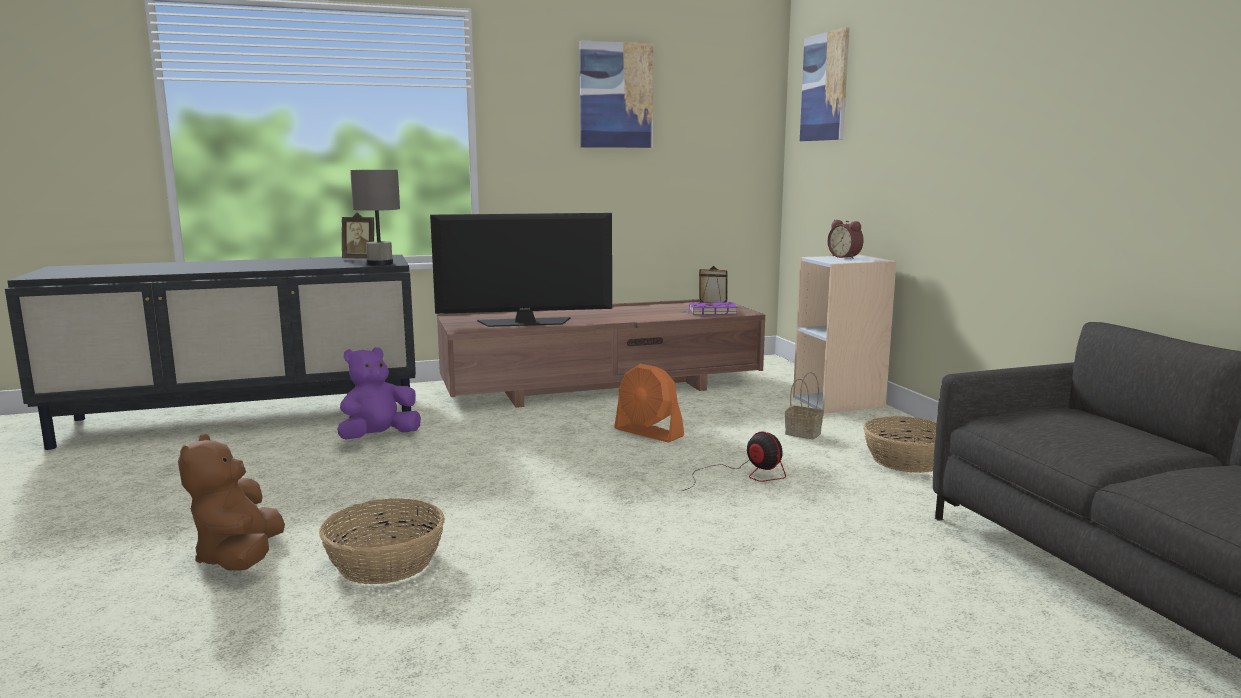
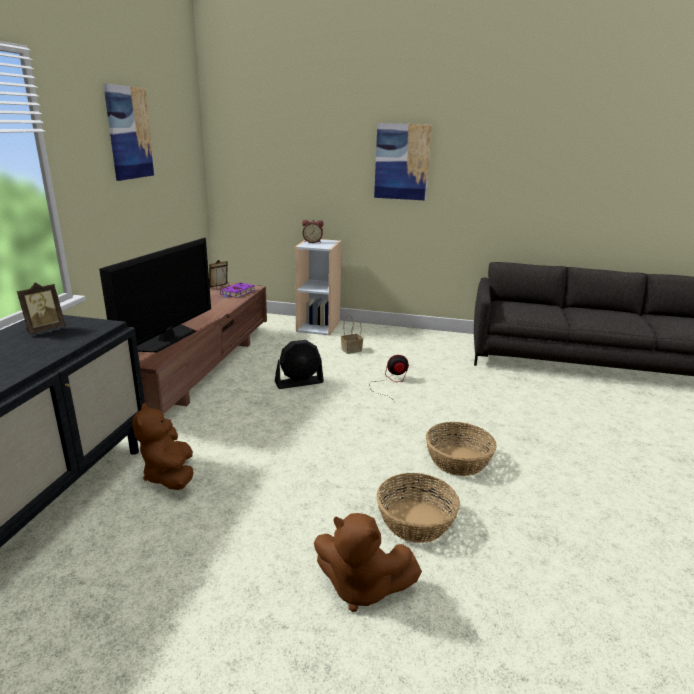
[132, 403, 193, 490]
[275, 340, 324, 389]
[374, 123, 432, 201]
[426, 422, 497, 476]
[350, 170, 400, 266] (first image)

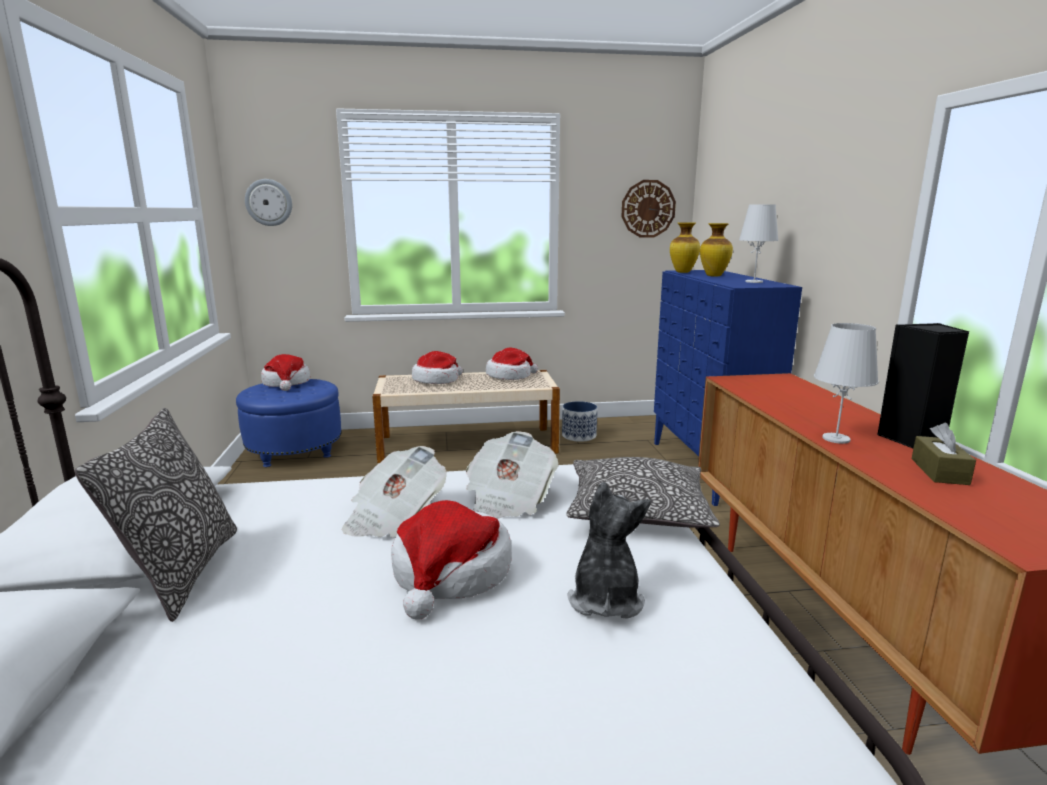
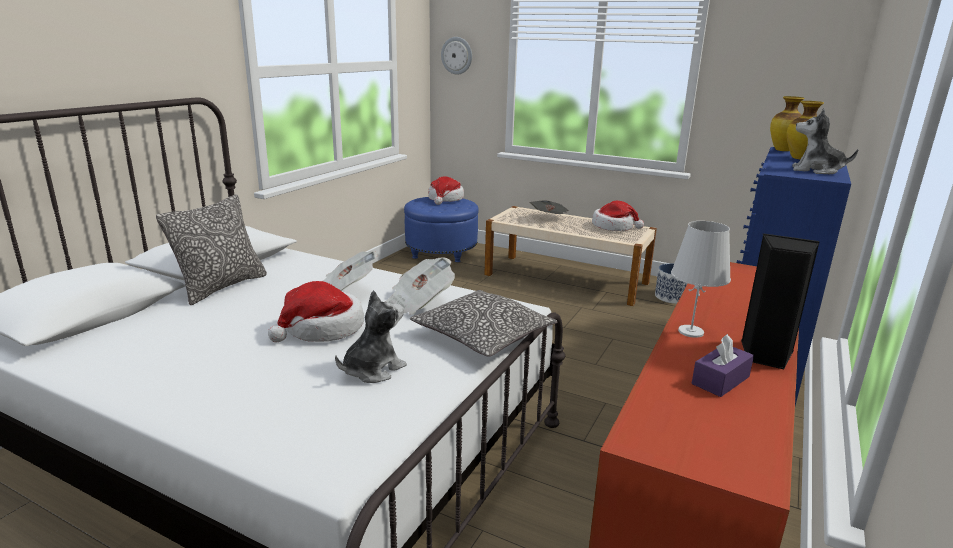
[529, 201, 568, 214]
[692, 334, 754, 397]
[792, 109, 858, 174]
[621, 180, 676, 238] (first image)

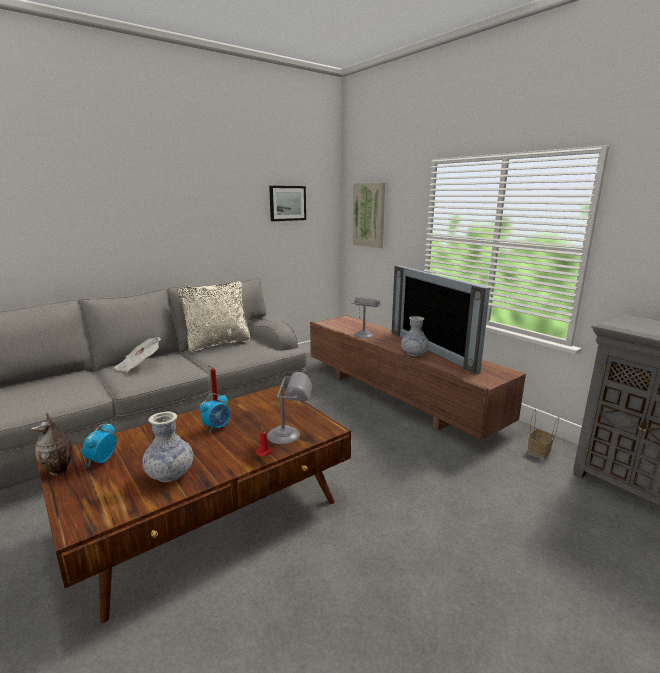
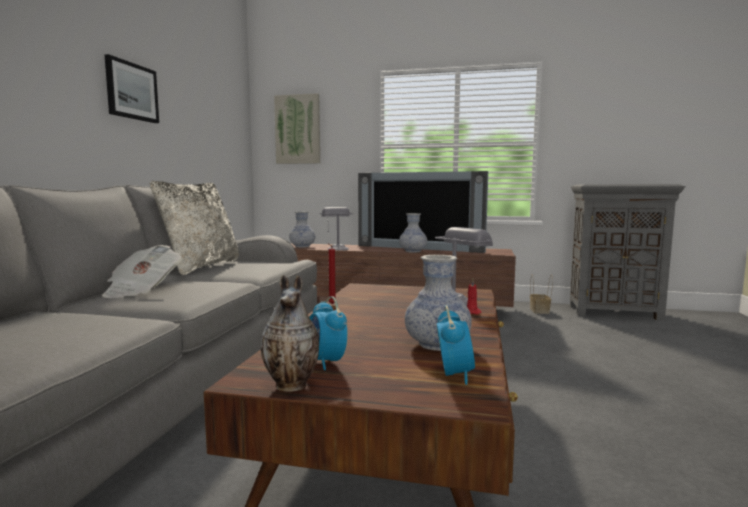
[105, 54, 159, 123]
[289, 211, 315, 248]
[437, 305, 475, 385]

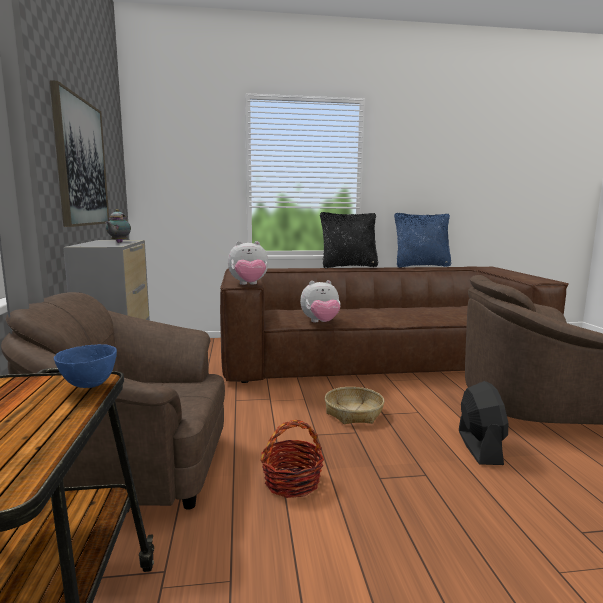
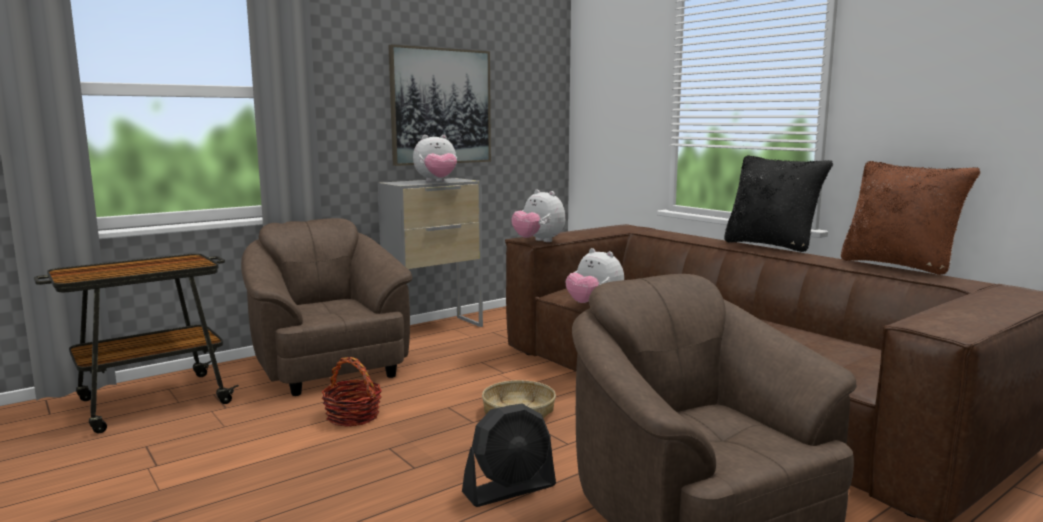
[413, 135, 457, 182]
[841, 161, 980, 276]
[54, 344, 117, 388] (first image)

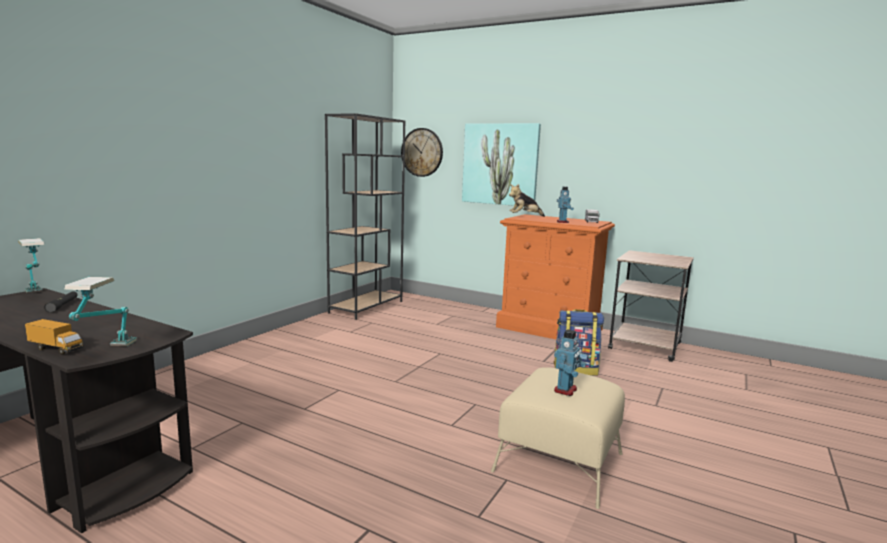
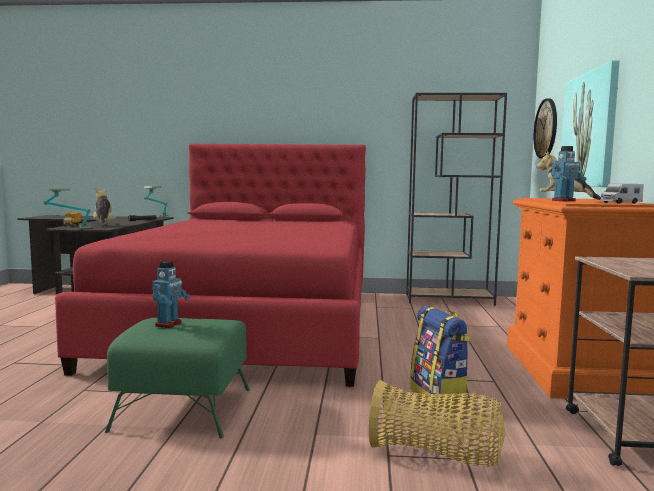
[55, 143, 366, 387]
[93, 188, 117, 228]
[105, 318, 250, 438]
[152, 261, 190, 328]
[369, 380, 506, 466]

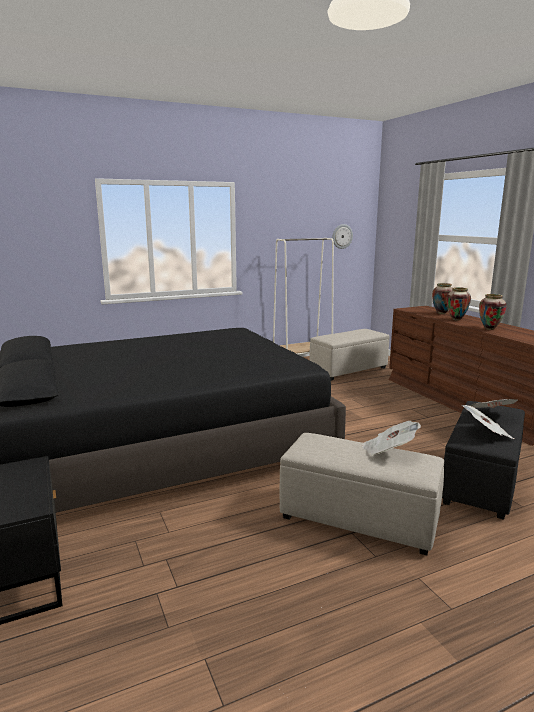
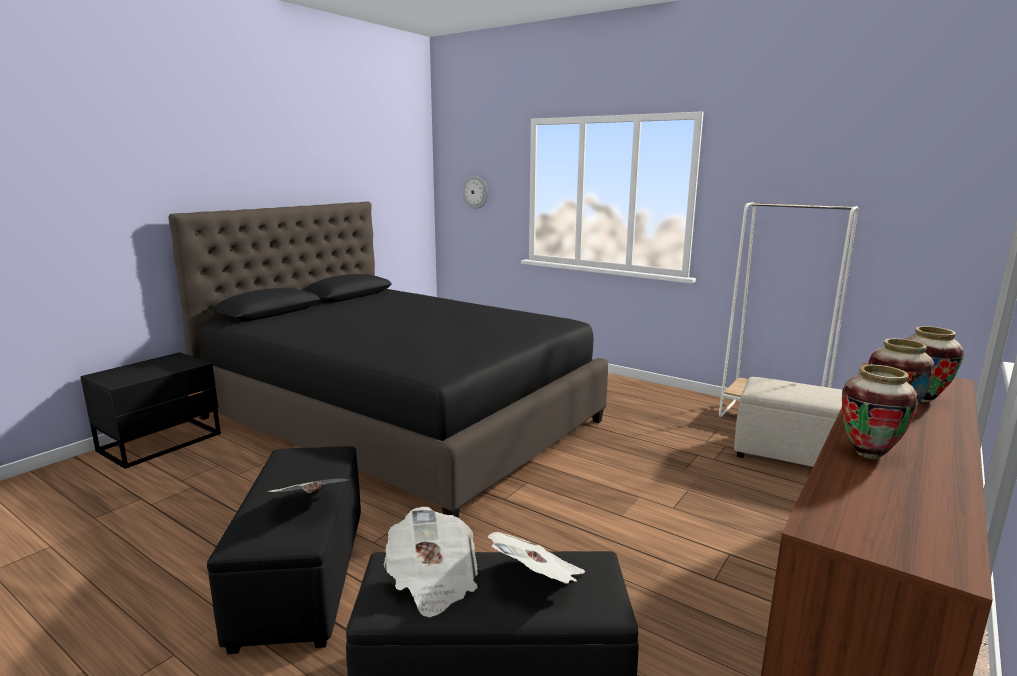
[207, 446, 361, 654]
[463, 176, 488, 209]

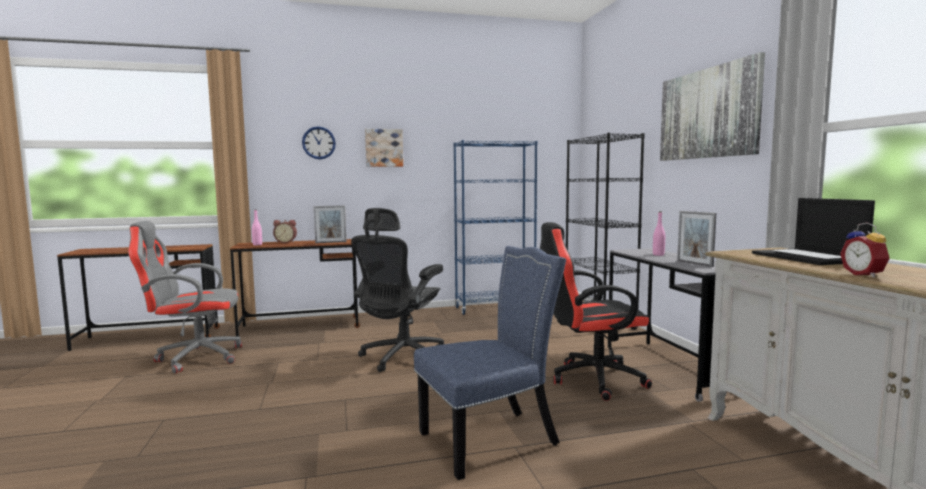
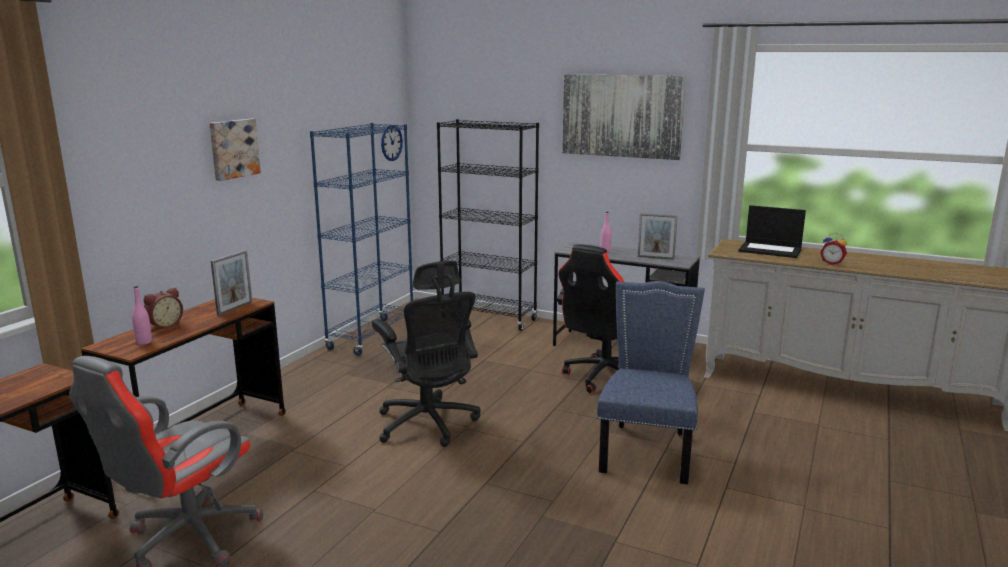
[381, 125, 403, 161]

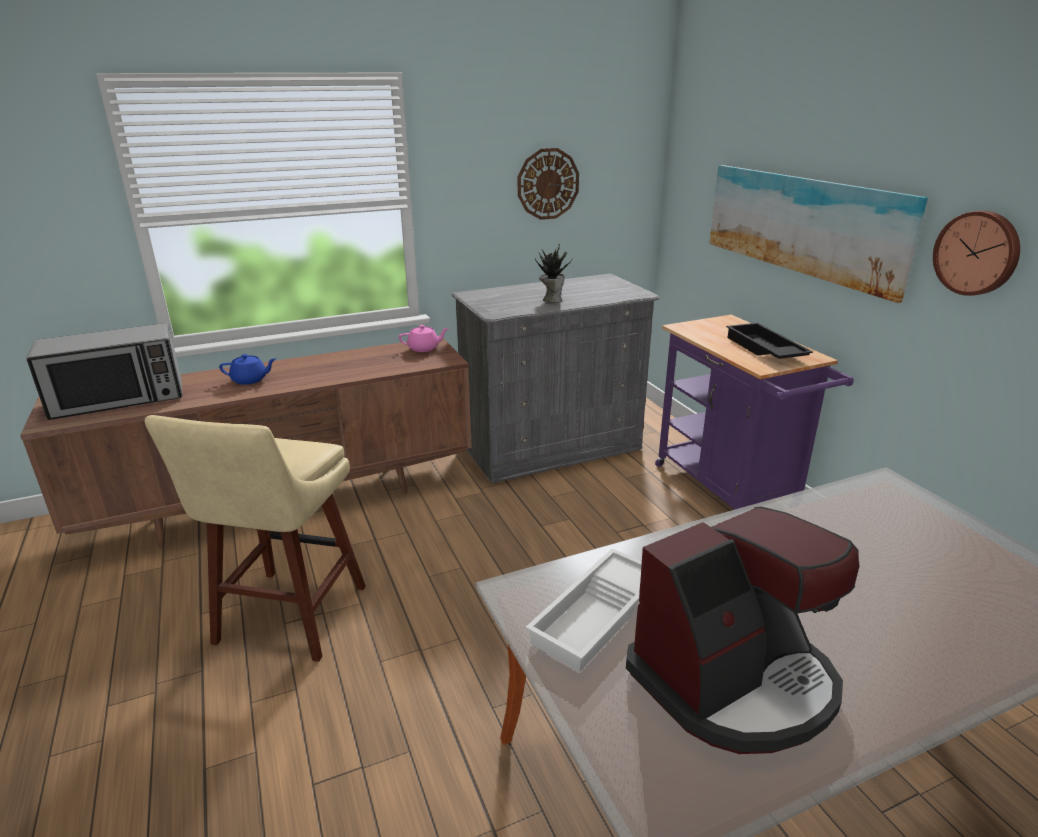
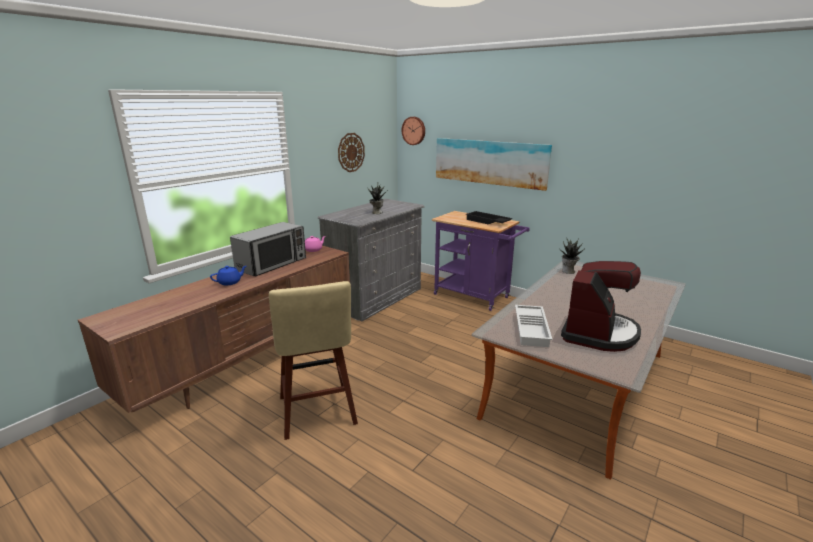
[230, 222, 306, 276]
[401, 117, 425, 145]
[561, 239, 583, 274]

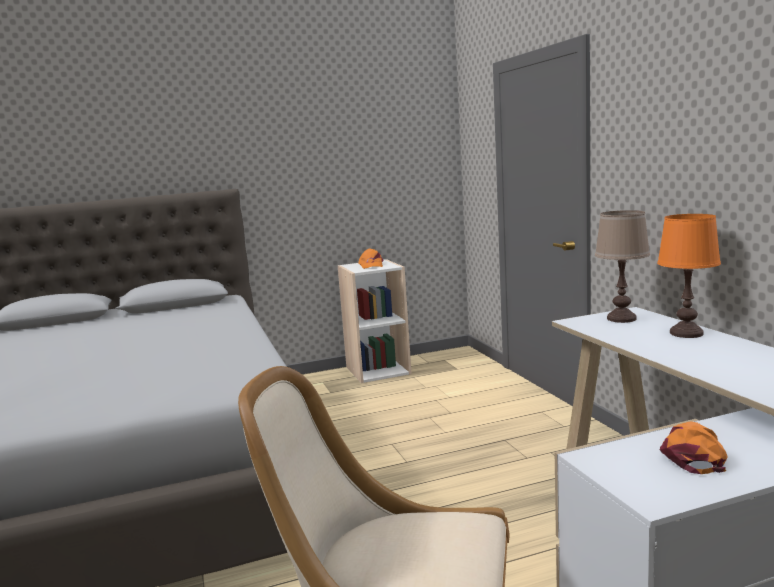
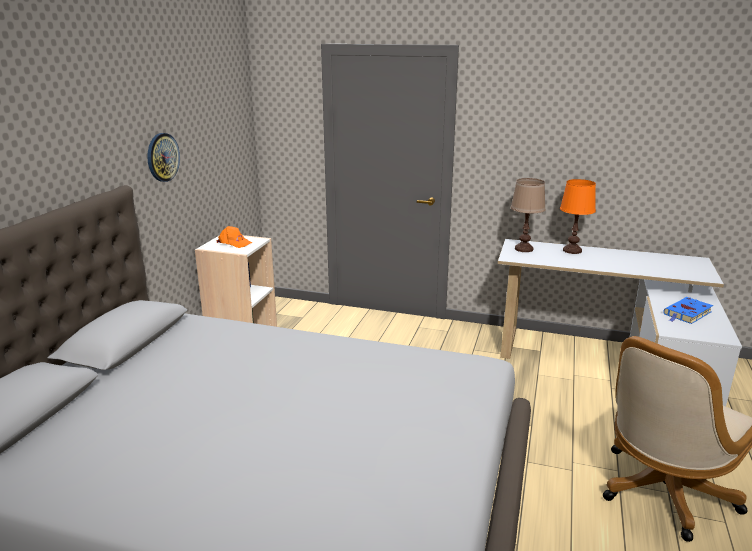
[147, 133, 180, 182]
[663, 297, 713, 324]

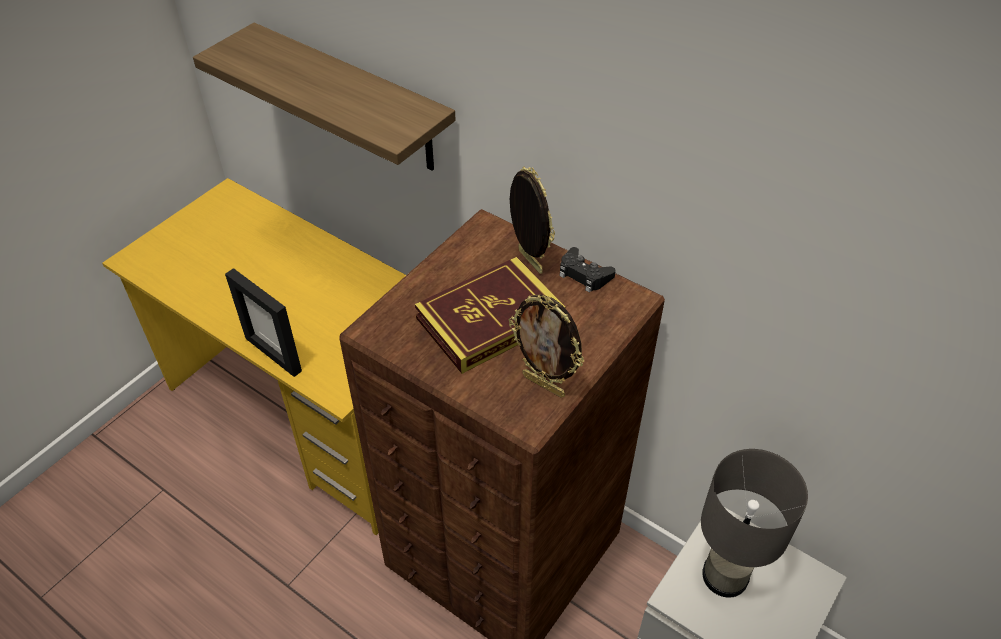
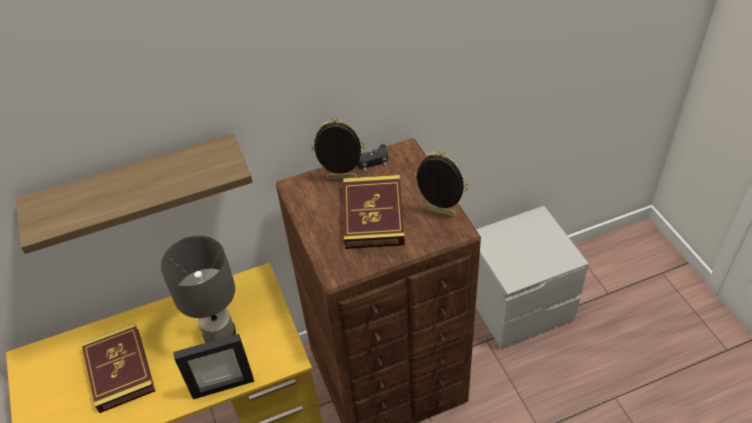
[82, 324, 155, 413]
[161, 236, 236, 343]
[414, 151, 468, 217]

